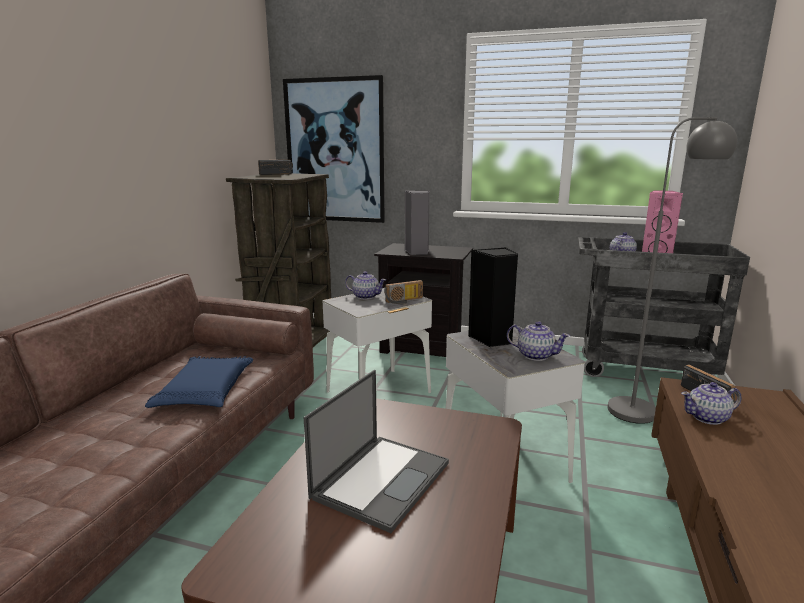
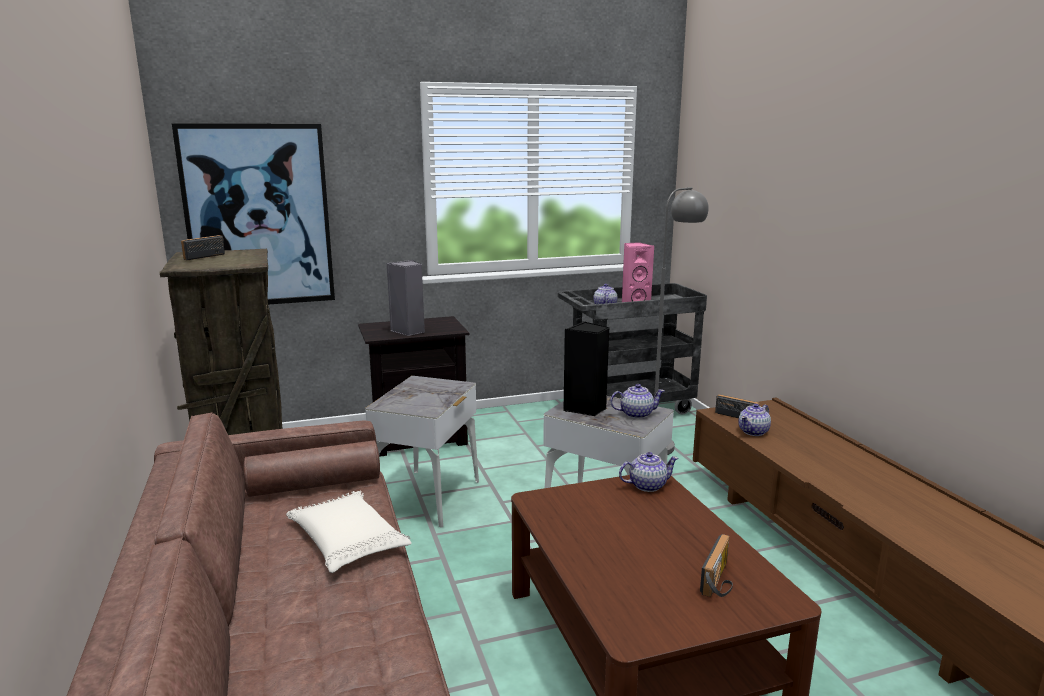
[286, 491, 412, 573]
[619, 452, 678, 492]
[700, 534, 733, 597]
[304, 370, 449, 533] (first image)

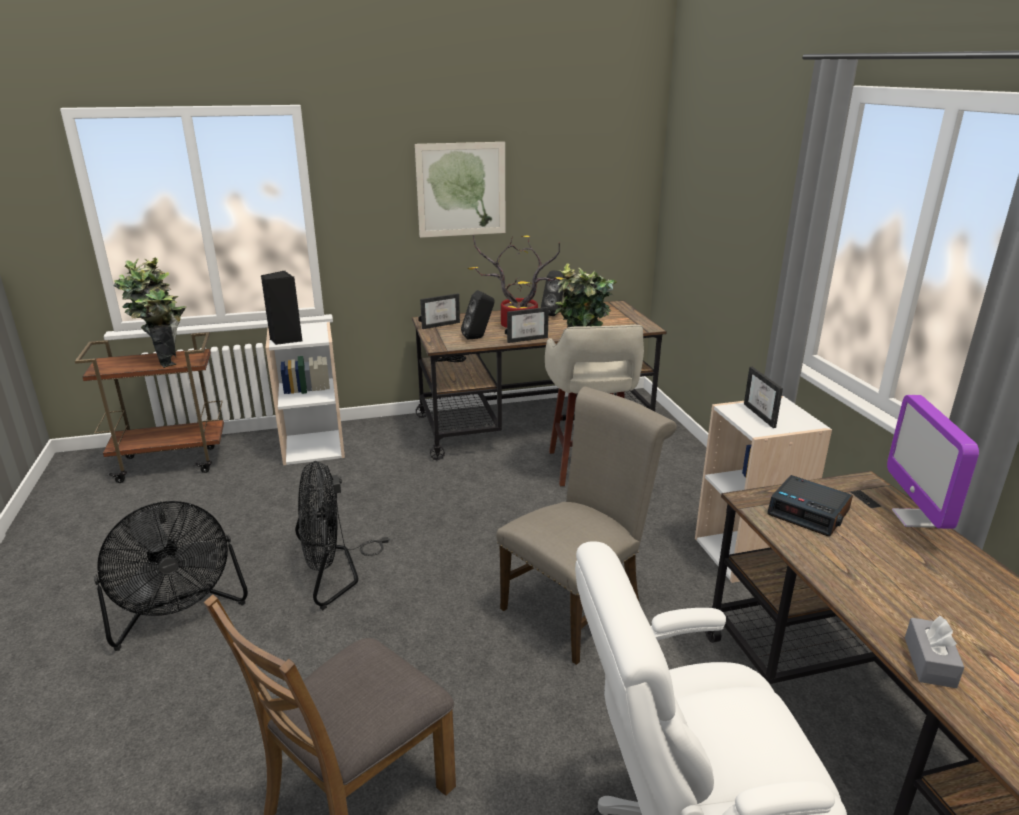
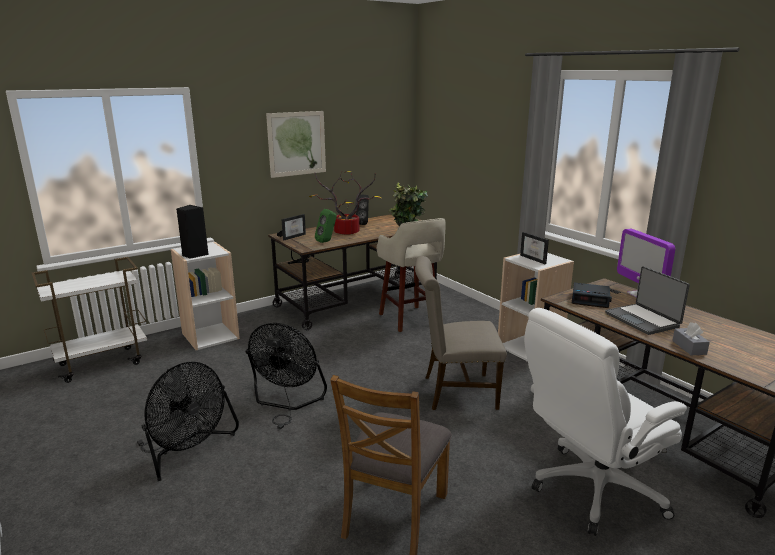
[32, 257, 147, 383]
[245, 323, 327, 430]
[315, 209, 337, 243]
[415, 256, 507, 410]
[605, 266, 690, 335]
[113, 257, 186, 368] (first image)
[505, 307, 549, 343] (first image)

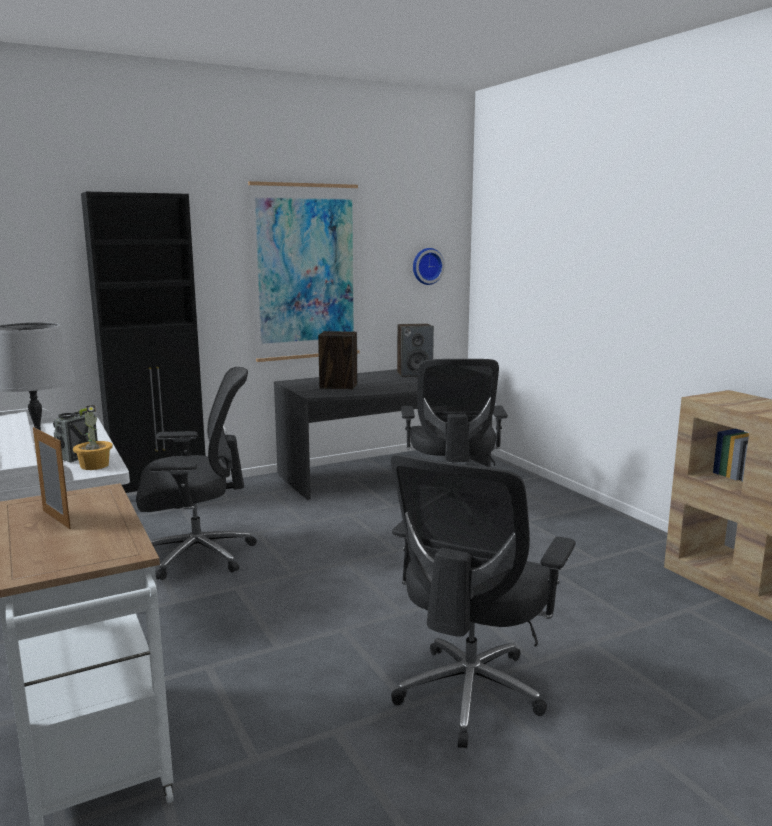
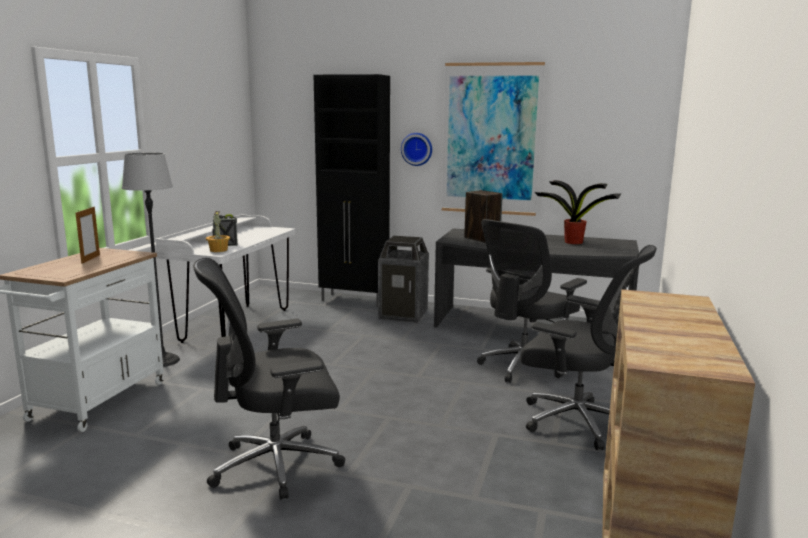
[378, 236, 429, 322]
[401, 133, 432, 166]
[521, 245, 657, 450]
[535, 180, 622, 244]

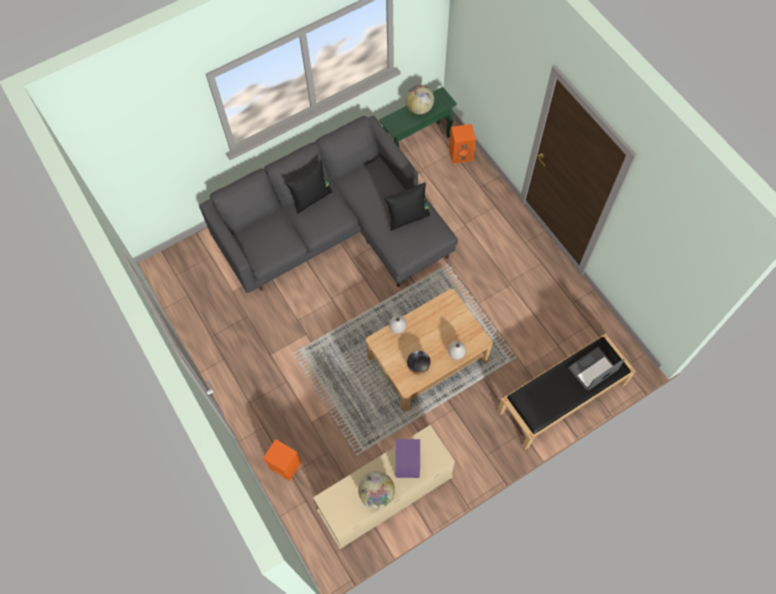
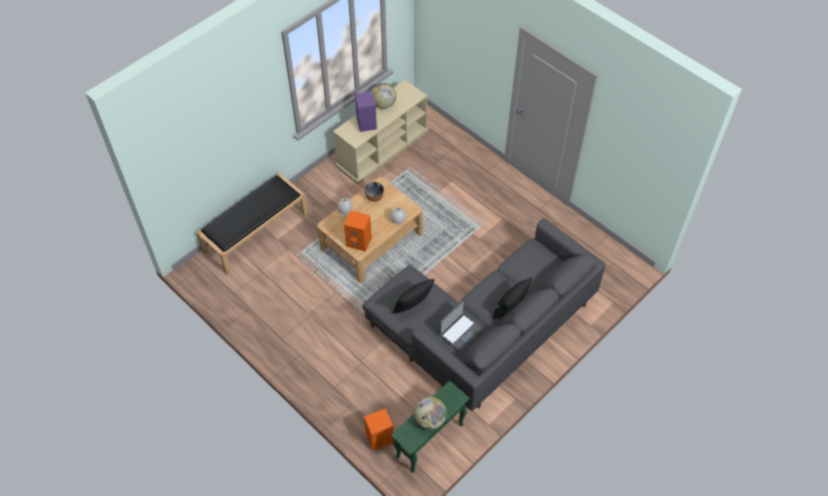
[344, 210, 372, 252]
[439, 299, 483, 352]

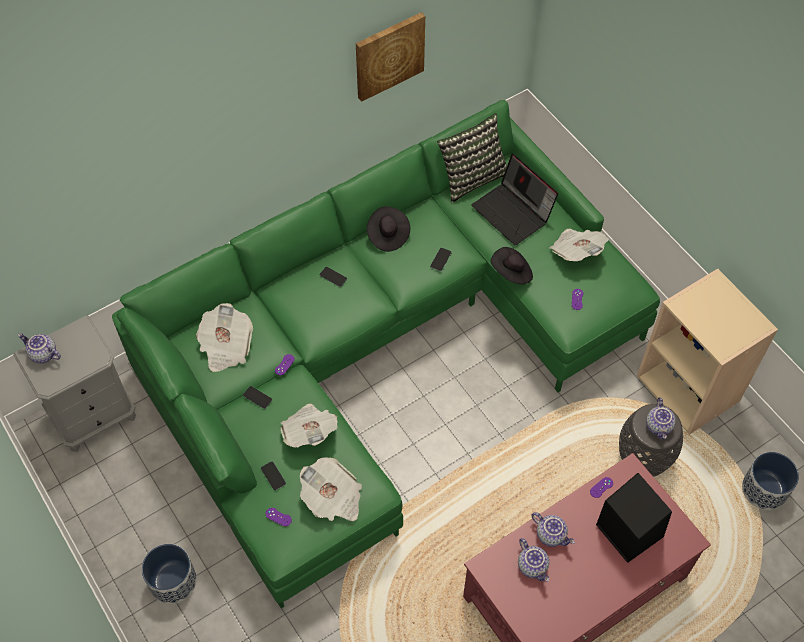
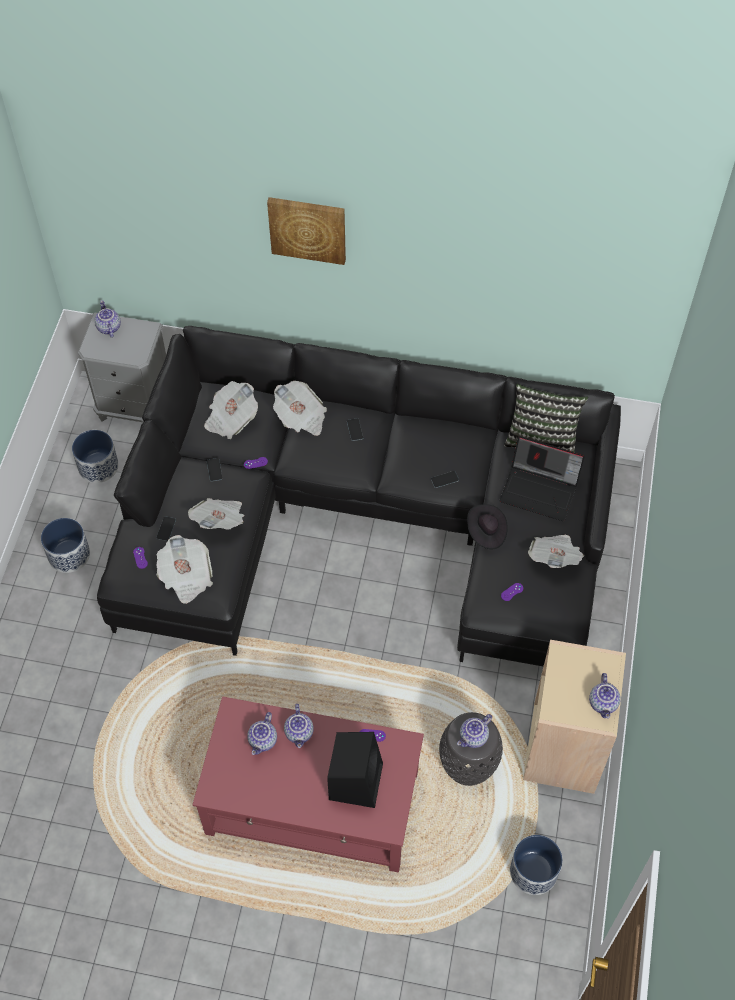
[72, 430, 119, 483]
[97, 326, 621, 666]
[267, 197, 346, 265]
[273, 381, 327, 436]
[499, 436, 585, 521]
[589, 673, 621, 719]
[367, 206, 410, 252] (first image)

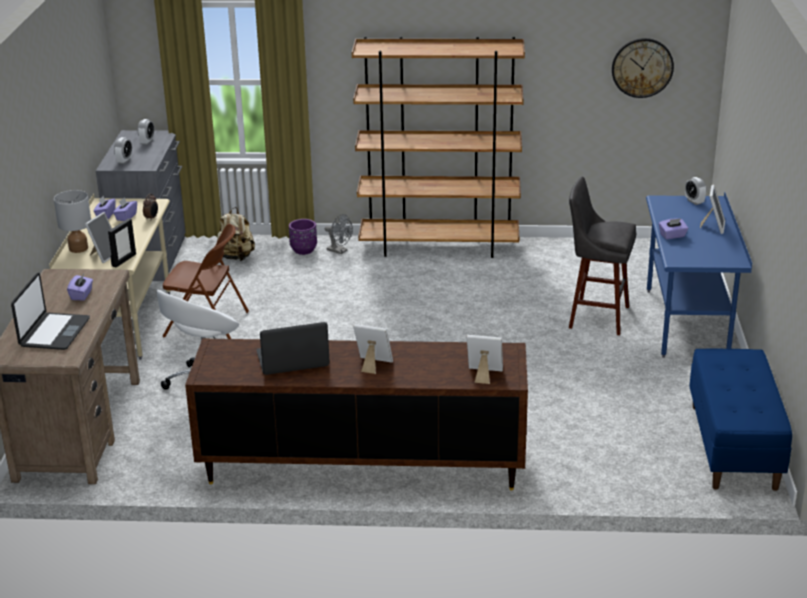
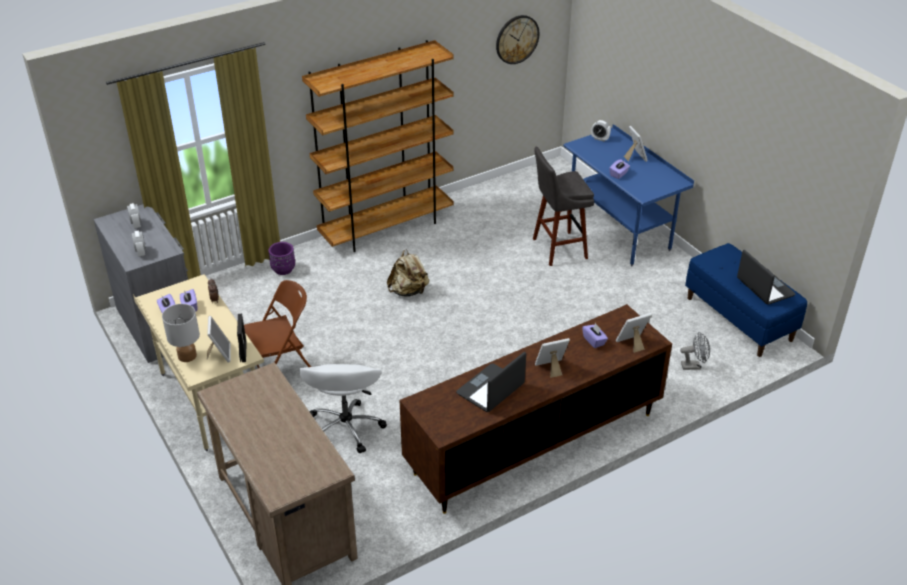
[387, 249, 429, 297]
[582, 323, 608, 348]
[680, 332, 710, 370]
[737, 250, 796, 305]

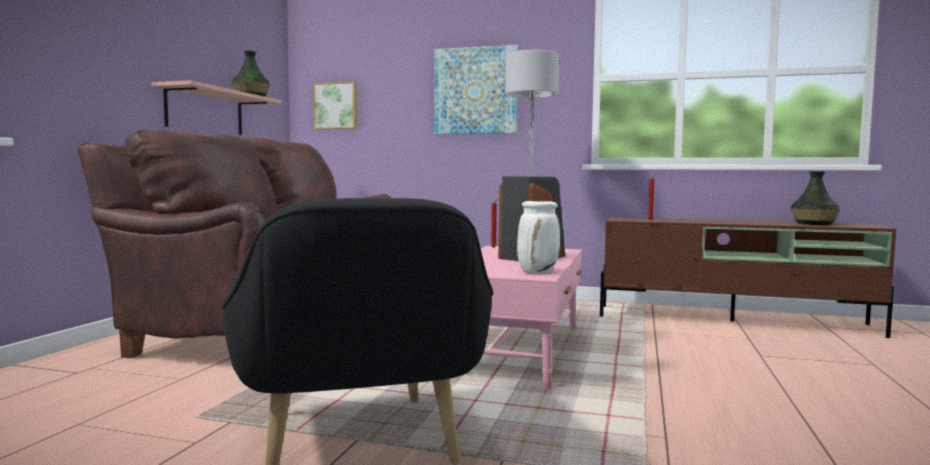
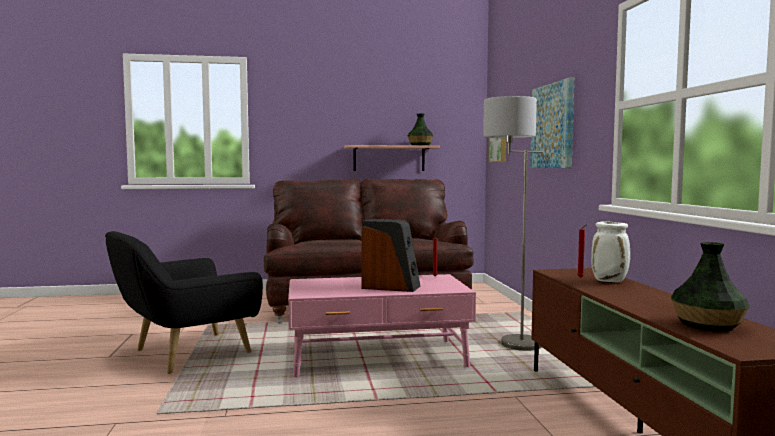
[591, 221, 630, 282]

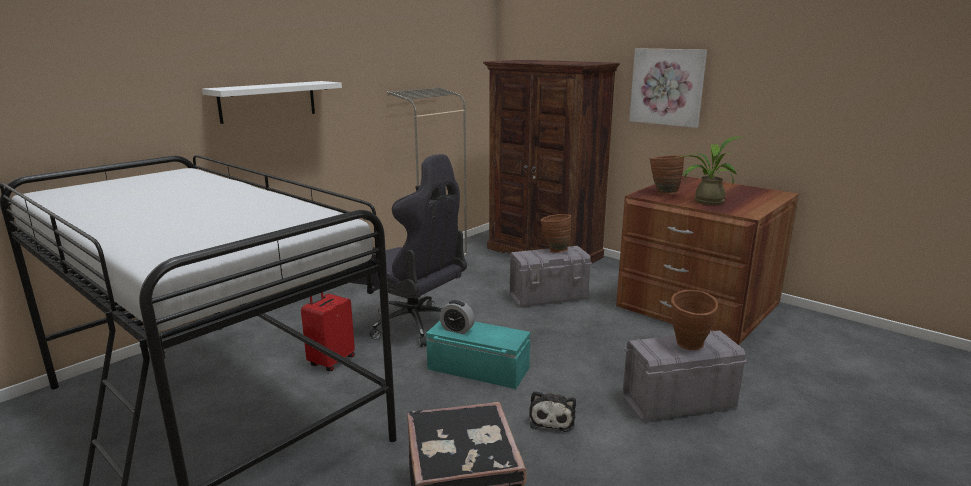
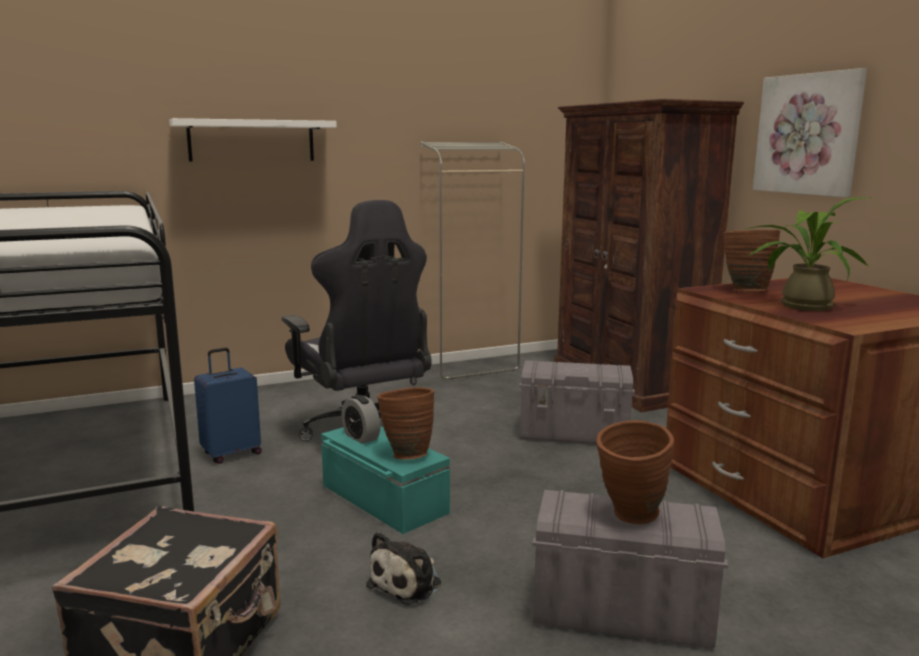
[194, 348, 262, 464]
[377, 387, 435, 460]

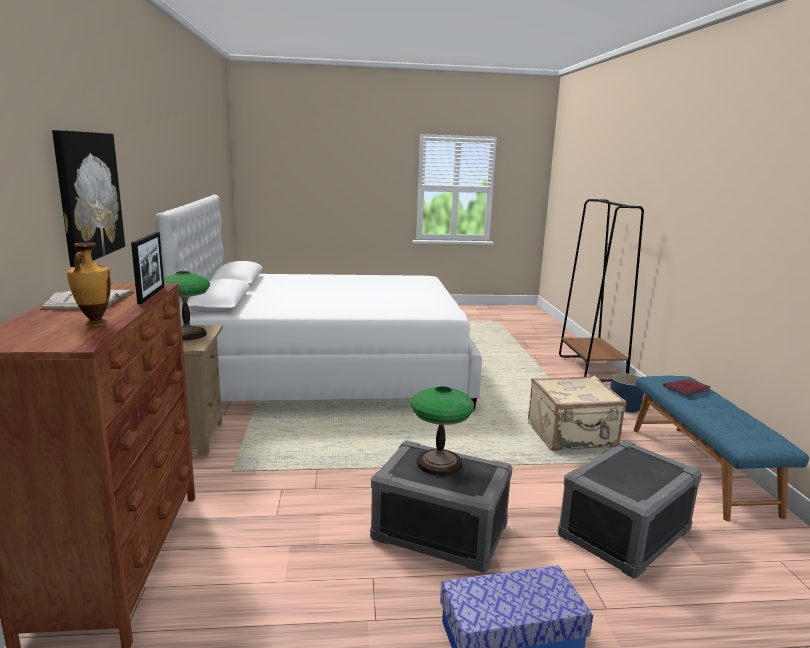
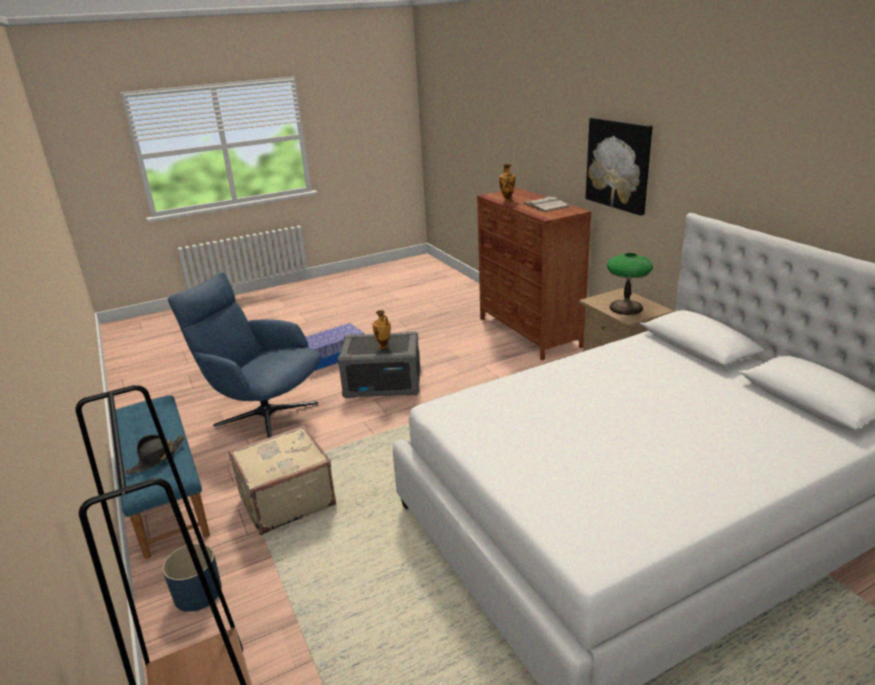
[125, 435, 185, 474]
[168, 272, 321, 438]
[373, 310, 391, 349]
[131, 232, 164, 304] (first image)

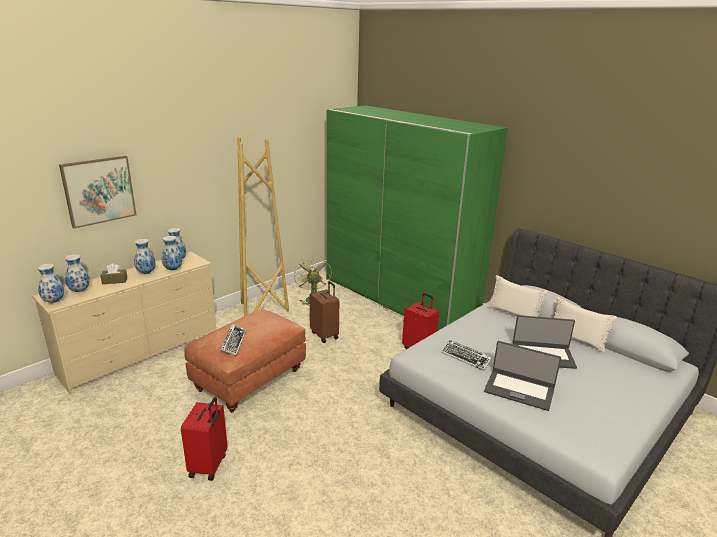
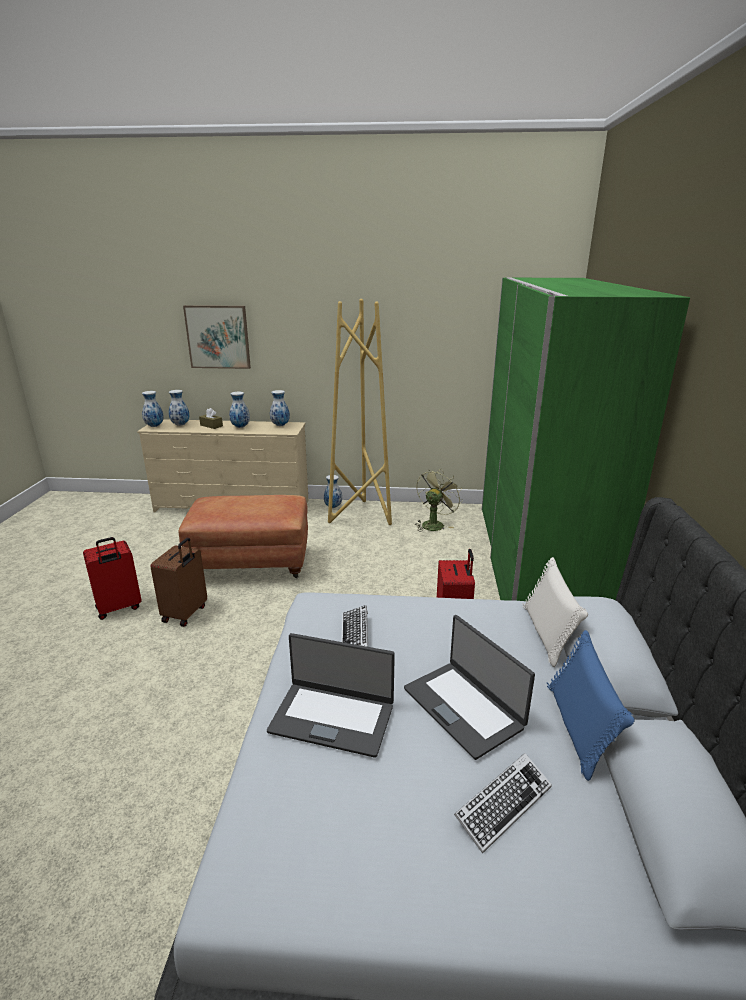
[150, 538, 207, 627]
[267, 633, 395, 758]
[324, 475, 342, 508]
[454, 753, 552, 854]
[546, 630, 635, 781]

